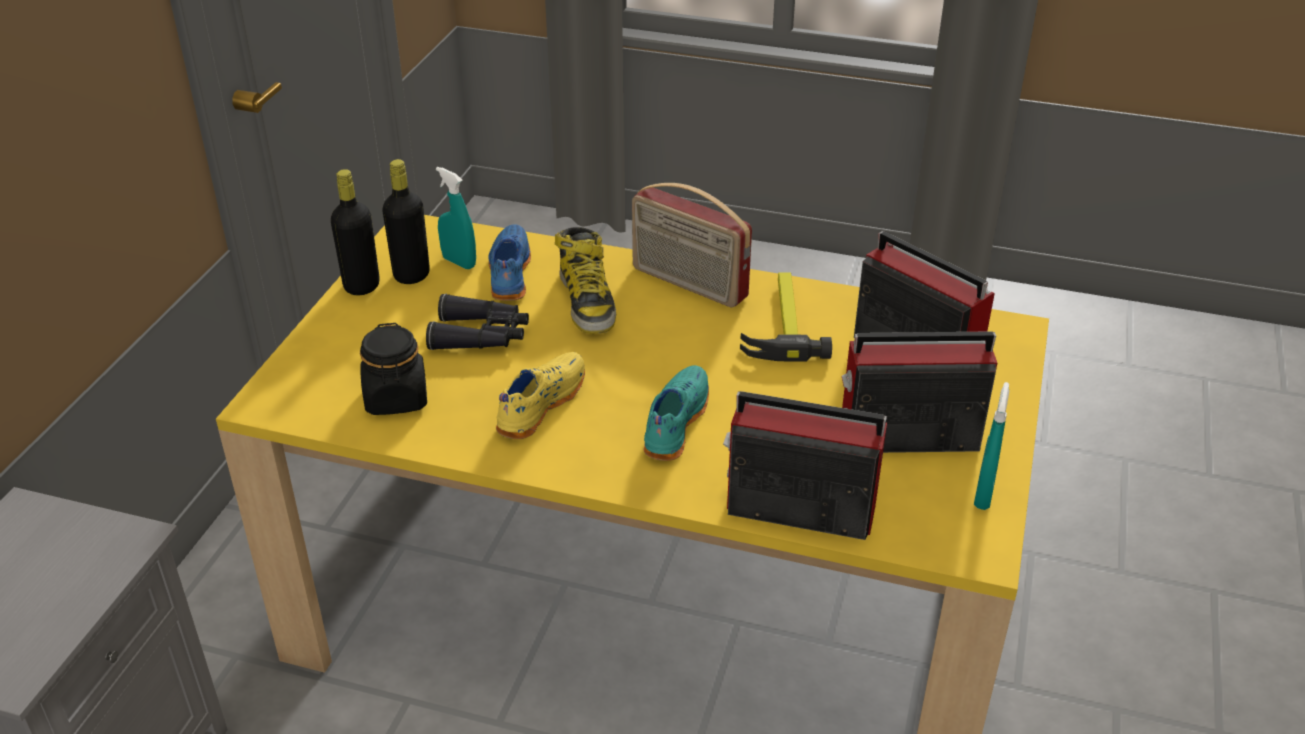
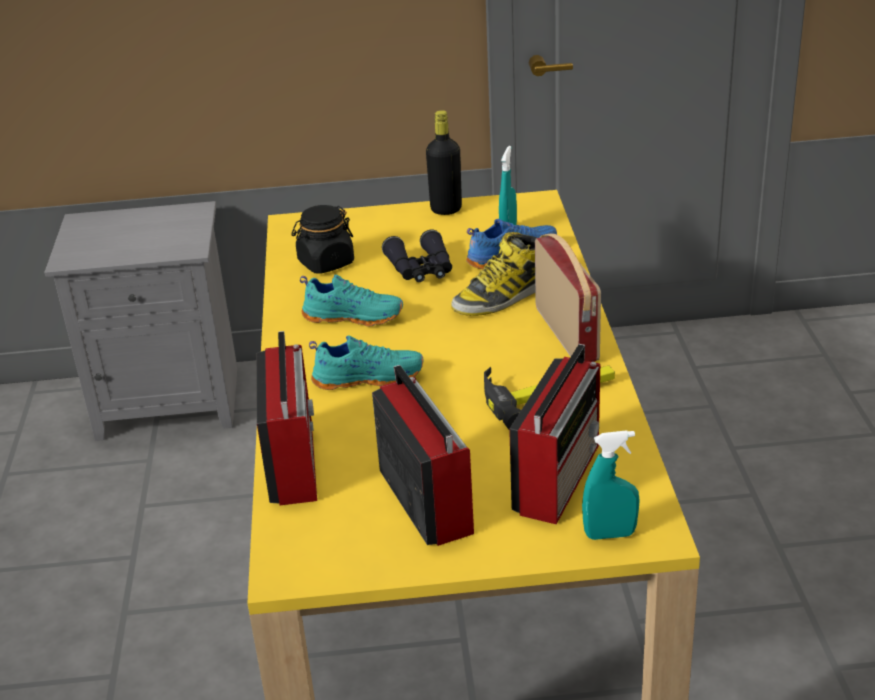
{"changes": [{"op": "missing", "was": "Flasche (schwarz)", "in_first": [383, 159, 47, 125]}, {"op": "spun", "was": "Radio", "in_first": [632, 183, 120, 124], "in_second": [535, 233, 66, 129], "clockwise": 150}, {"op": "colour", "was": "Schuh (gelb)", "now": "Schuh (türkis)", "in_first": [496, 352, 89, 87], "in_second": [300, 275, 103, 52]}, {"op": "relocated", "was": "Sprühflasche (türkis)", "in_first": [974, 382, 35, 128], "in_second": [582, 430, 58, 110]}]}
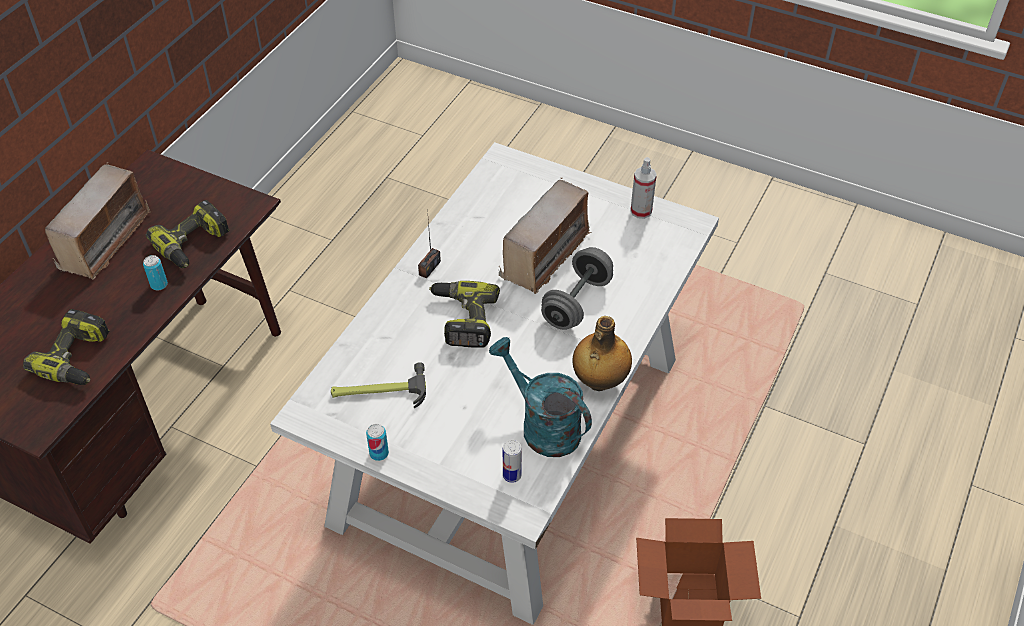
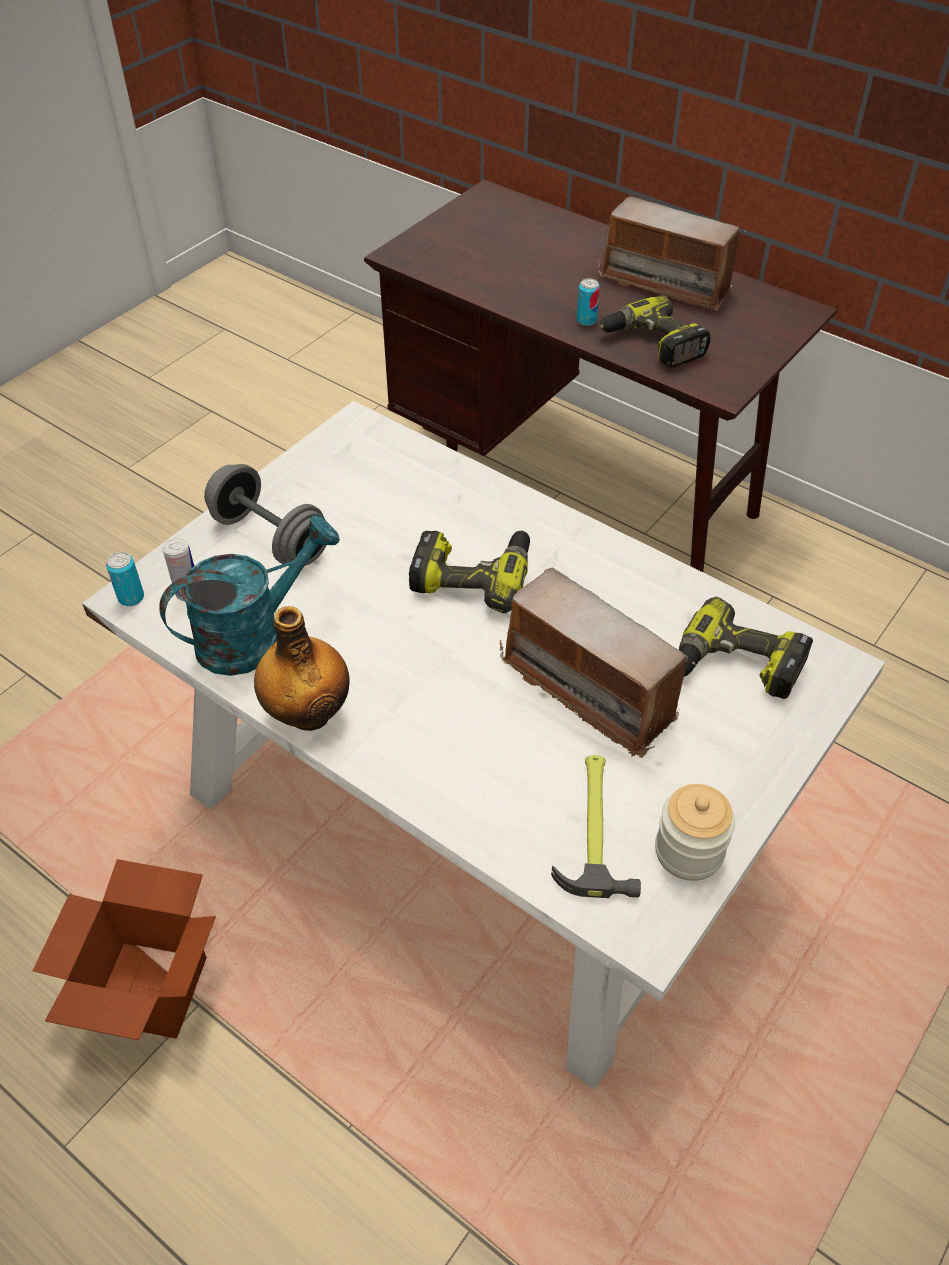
{"changes": [{"op": "exchanged", "was": "Sprühflasche", "now": "Vorratsglas", "in_first": [630, 157, 27, 62], "in_second": [655, 784, 80, 97]}, {"op": "missing", "was": "Radio", "in_first": [418, 209, 23, 69]}, {"op": "relocated", "was": "Hantel (grau)", "in_first": [541, 247, 72, 83], "in_second": [204, 464, 122, 102]}, {"op": "relocated", "was": "Bohrmaschine", "in_first": [23, 309, 86, 76], "in_second": [679, 597, 134, 102]}, {"op": "relocated", "was": "Hammer", "in_first": [331, 362, 95, 46], "in_second": [551, 755, 90, 143]}, {"op": "relocated", "was": "Dose", "in_first": [366, 424, 23, 37], "in_second": [106, 552, 38, 54]}]}
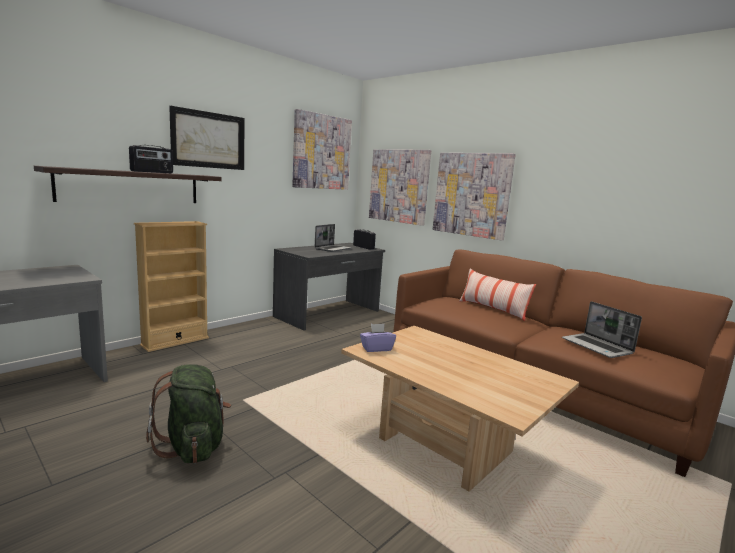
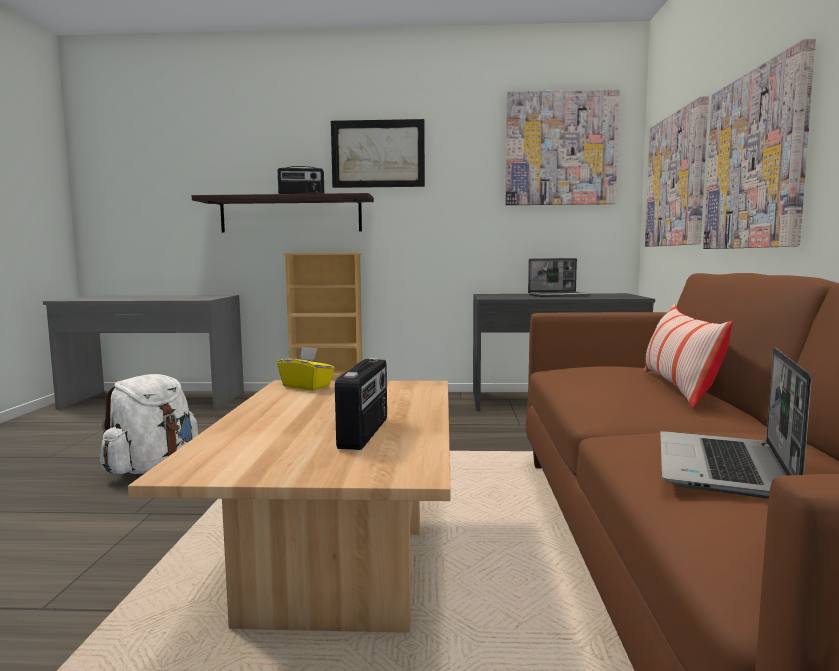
{"changes": [{"op": "relocated", "was": "Radio", "in_first": [353, 229, 23, 21], "in_second": [335, 358, 52, 92]}, {"op": "colour", "was": "Taschentuchbox (lila)", "now": "Taschentuchbox (gelb)", "in_first": [360, 324, 36, 28], "in_second": [277, 347, 58, 44]}, {"op": "colour", "was": "Rucksack (grün)", "now": "Rucksack (weiß)", "in_first": [146, 364, 85, 99], "in_second": [100, 374, 98, 100]}]}
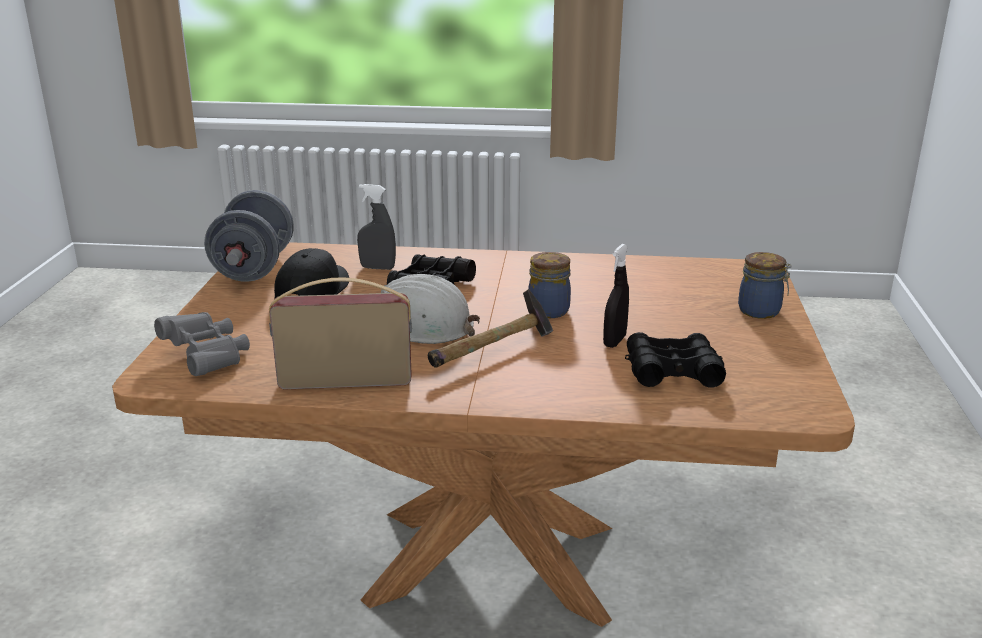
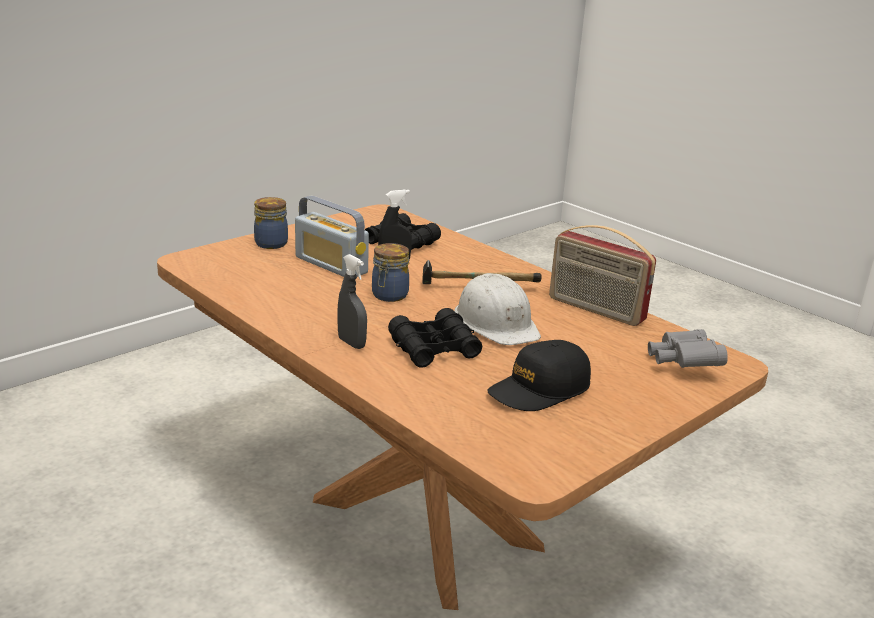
{"changes": [{"op": "relocated", "was": "Sprühflasche (grau)", "in_first": [357, 184, 39, 86], "in_second": [337, 254, 30, 95]}, {"op": "missing", "was": "Hantel (grau)", "in_first": [204, 190, 90, 92]}, {"op": "appeared", "now": "Radio", "in_second": [295, 196, 74, 81]}]}
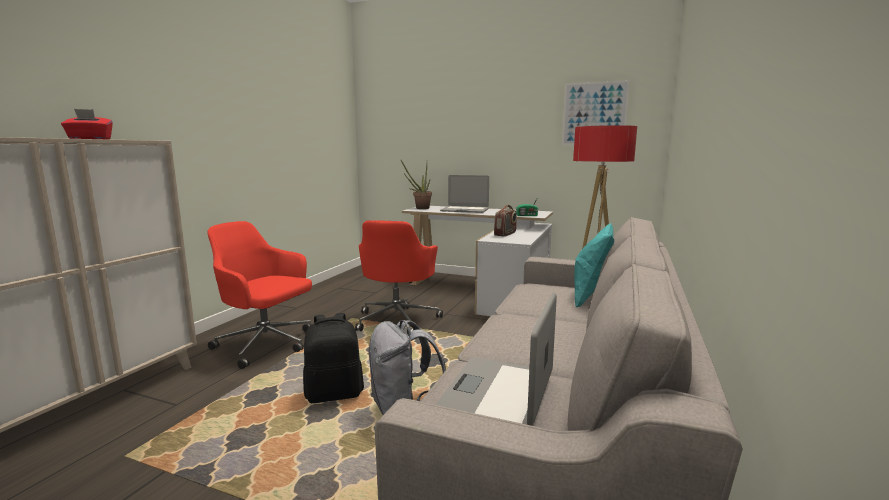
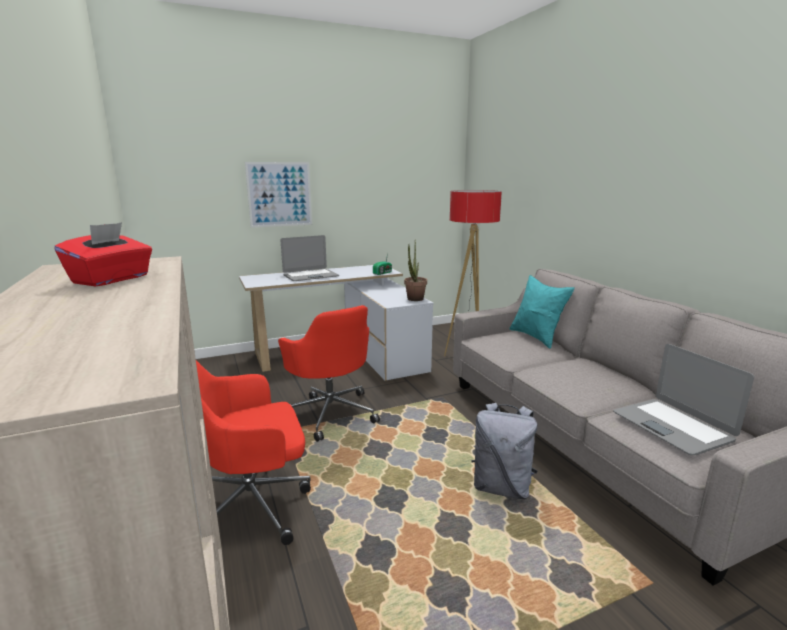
{"changes": [{"op": "relocated", "was": "Bild", "in_first": [562, 80, 68, 65], "in_second": [245, 162, 67, 66]}, {"op": "relocated", "was": "Topfpflanze", "in_first": [401, 160, 31, 49], "in_second": [404, 242, 23, 59]}, {"op": "missing", "was": "Radio", "in_first": [494, 205, 23, 31]}, {"op": "missing", "was": "Rucksack (schwarz)", "in_first": [303, 313, 61, 90]}]}
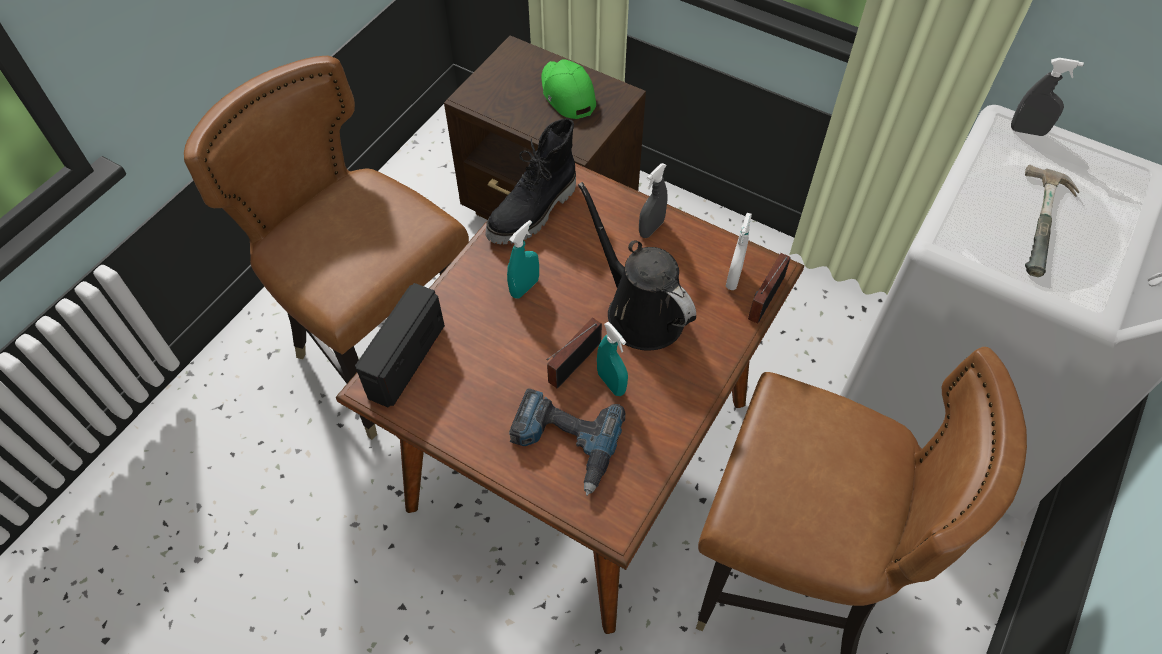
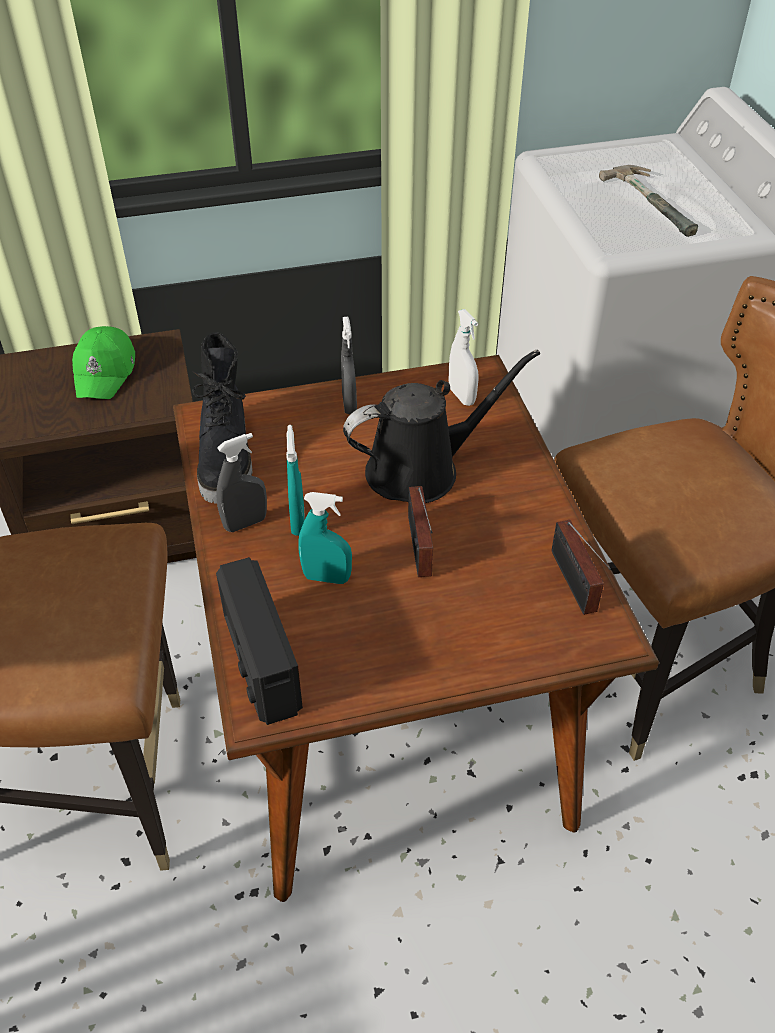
{"changes": [{"op": "relocated", "was": "Sprühflasche (grau)", "in_first": [1011, 58, 73, 78], "in_second": [216, 433, 51, 99]}, {"op": "spun", "was": "Kappe (grün)", "in_first": [541, 60, 55, 59], "in_second": [72, 326, 63, 73], "clockwise": -105}, {"op": "spun", "was": "Gießkanne (schwarz)", "in_first": [578, 182, 118, 169], "in_second": [343, 349, 197, 154], "clockwise": 150}, {"op": "relocated", "was": "Radio", "in_first": [748, 253, 43, 71], "in_second": [552, 520, 59, 95]}, {"op": "relocated", "was": "Sprühflasche (türkis)", "in_first": [597, 322, 31, 74], "in_second": [298, 492, 54, 92]}, {"op": "missing", "was": "Bohrmaschine", "in_first": [509, 388, 117, 108]}]}
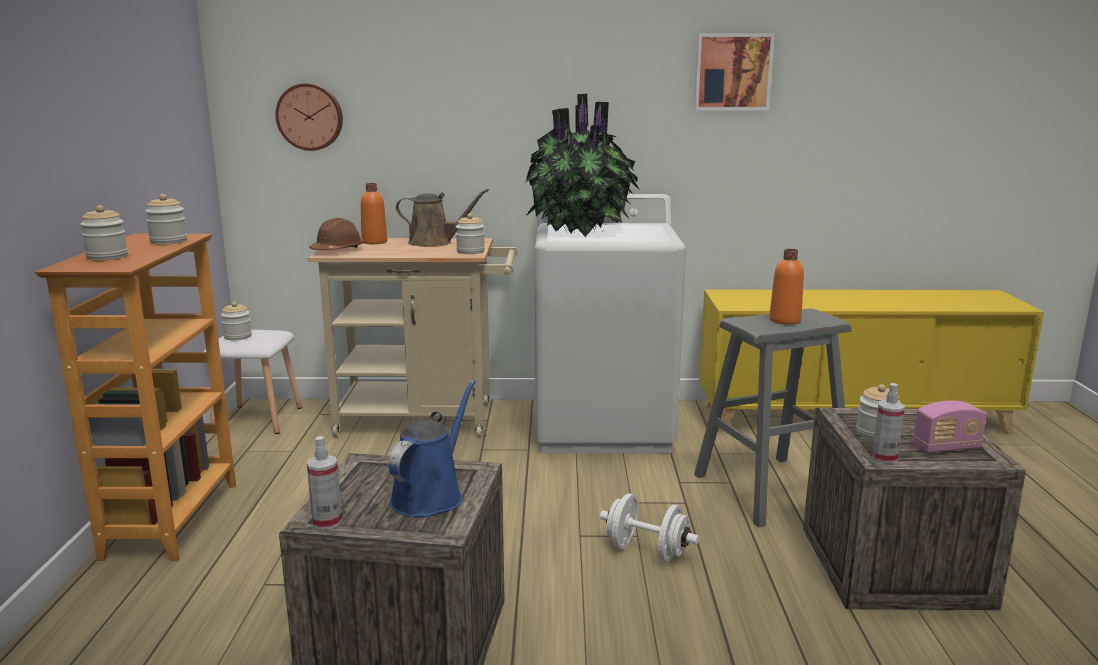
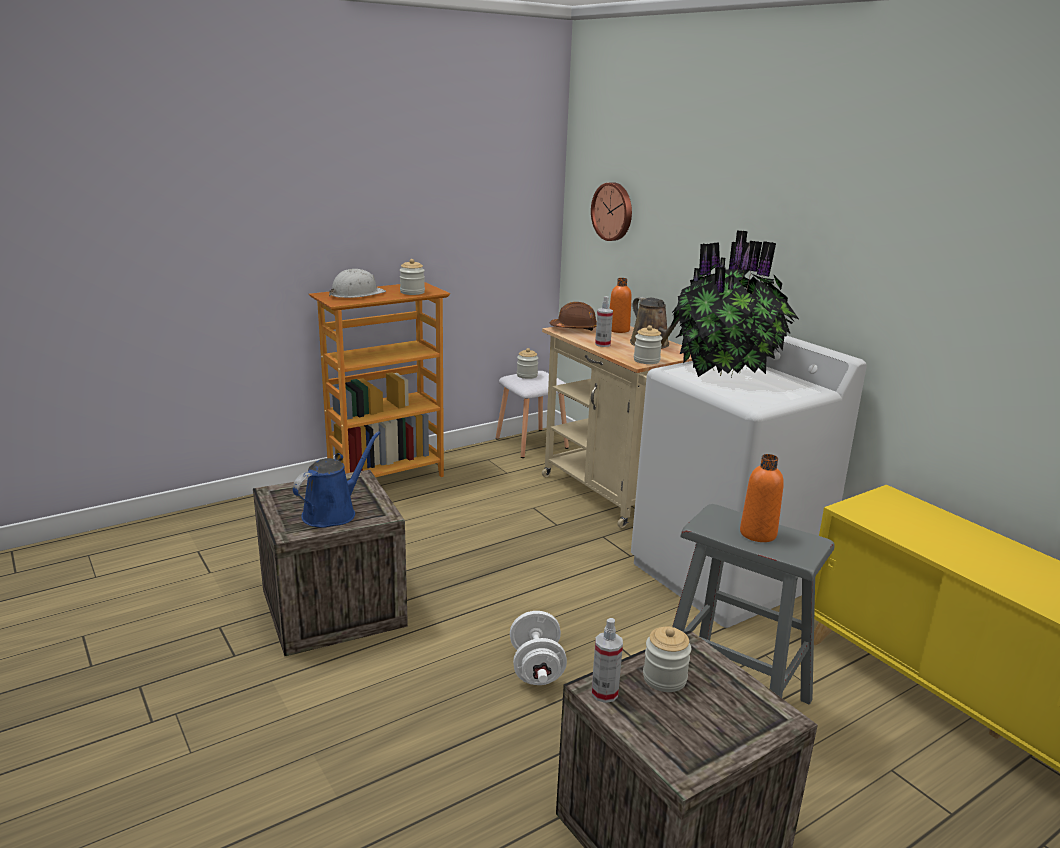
{"changes": [{"op": "missing", "was": "Bild", "in_first": [694, 33, 81, 78]}, {"op": "exchanged", "was": "Vorratsglas", "now": "Schutzhelm (weiß)", "in_first": [80, 205, 48, 56], "in_second": [329, 269, 57, 29]}, {"op": "spun", "was": "Gießkanne (blau)", "in_first": [388, 380, 88, 137], "in_second": [293, 431, 87, 97], "clockwise": -45}, {"op": "missing", "was": "Radio", "in_first": [913, 400, 74, 53]}, {"op": "relocated", "was": "Sprühflasche", "in_first": [307, 436, 35, 94], "in_second": [595, 296, 18, 51]}]}
